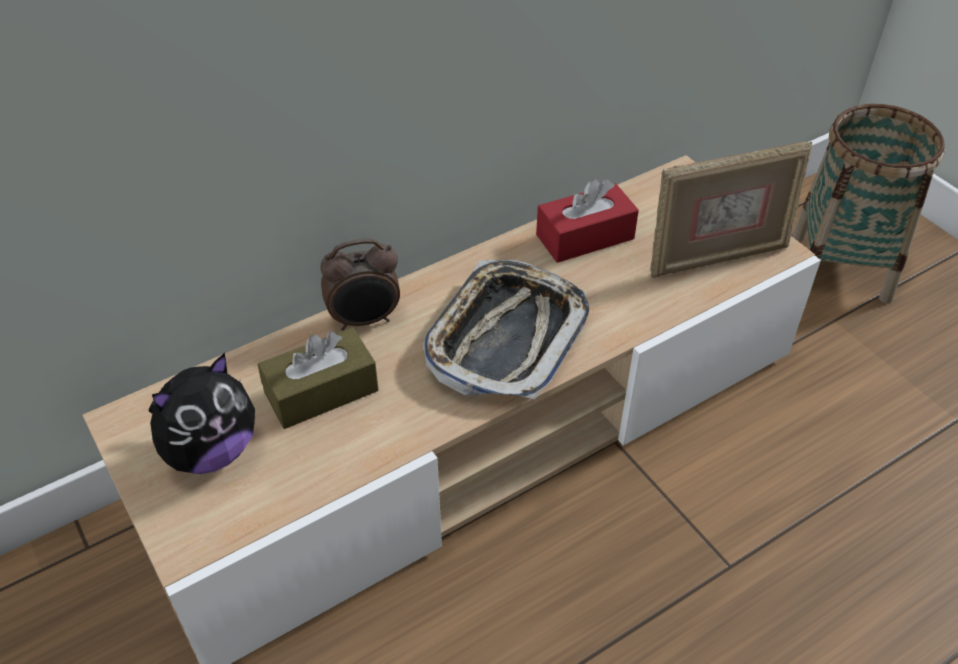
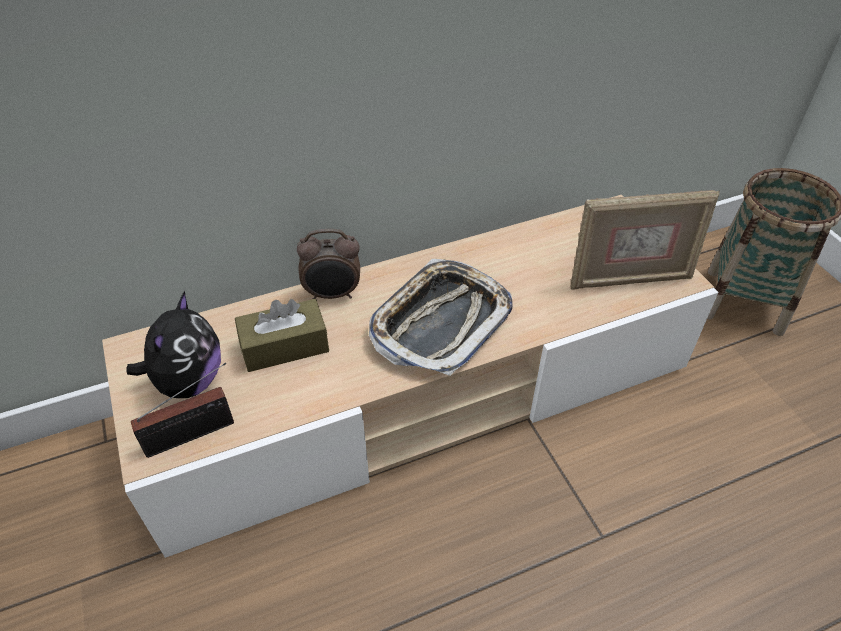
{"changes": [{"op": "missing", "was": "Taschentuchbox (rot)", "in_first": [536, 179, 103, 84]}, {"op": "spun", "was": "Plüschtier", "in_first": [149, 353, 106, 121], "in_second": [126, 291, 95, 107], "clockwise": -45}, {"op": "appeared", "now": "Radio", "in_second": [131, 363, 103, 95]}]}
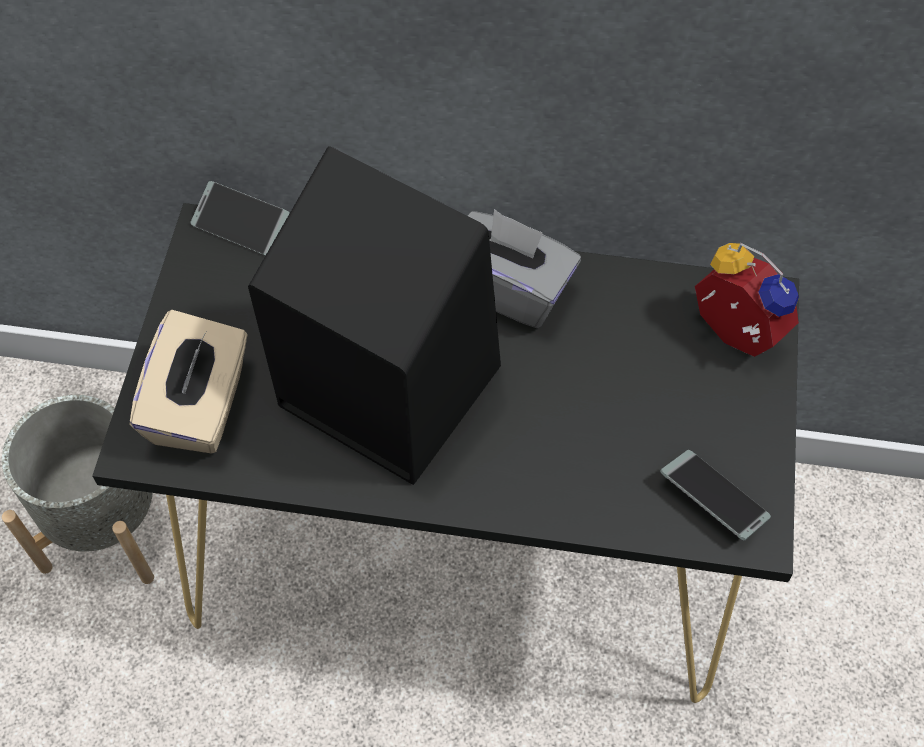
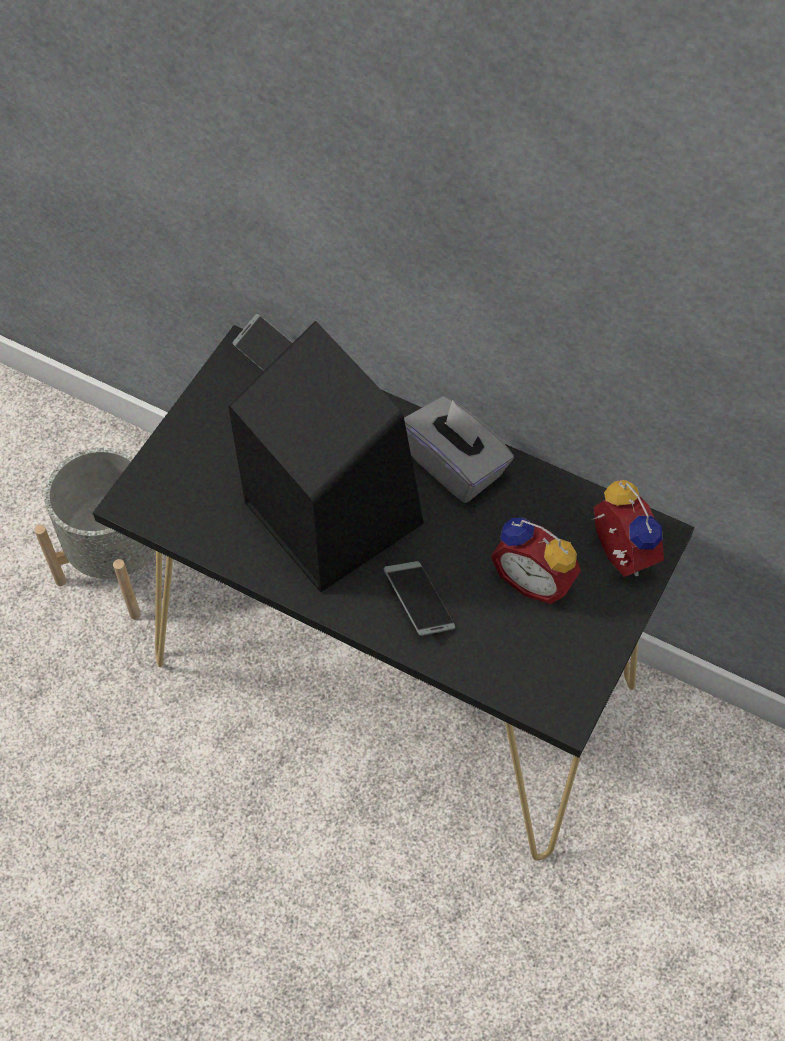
{"changes": [{"op": "missing", "was": "Taschentuchbox (beige)", "in_first": [130, 310, 117, 144]}, {"op": "relocated", "was": "Handy", "in_first": [660, 450, 111, 90], "in_second": [384, 561, 71, 75]}, {"op": "appeared", "now": "Wecker", "in_second": [491, 517, 90, 87]}]}
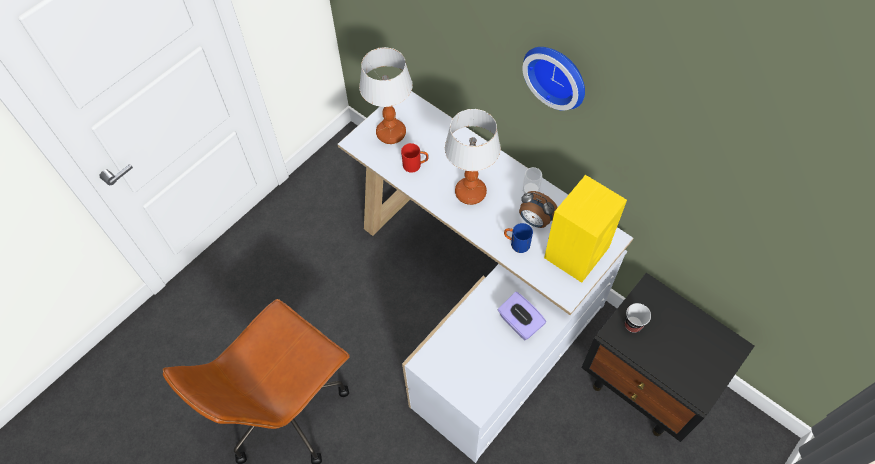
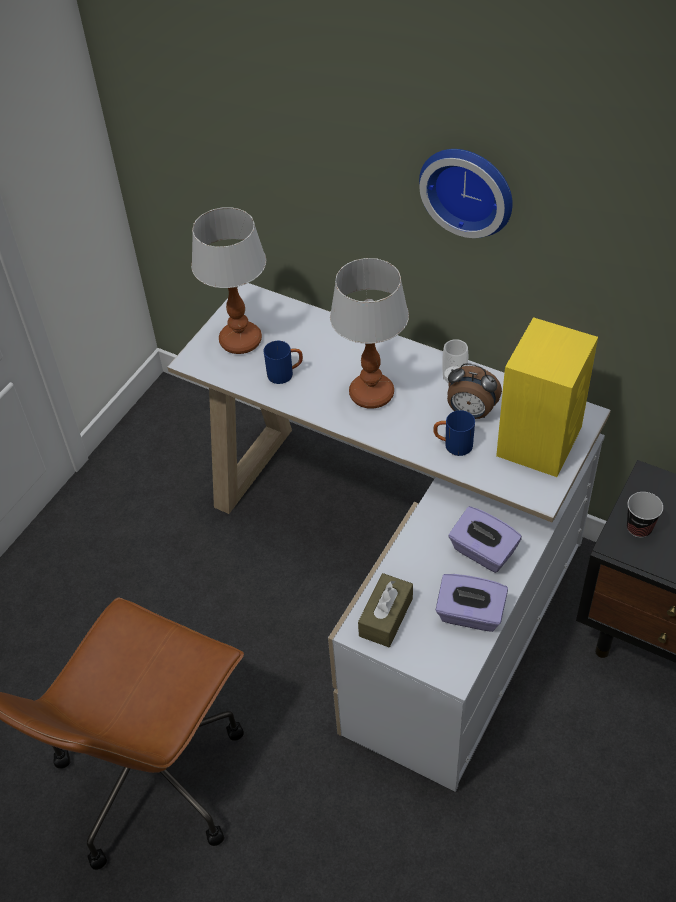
{"changes": [{"op": "colour", "was": "Henkelbecher (rot)", "now": "Henkelbecher (blau)", "in_first": [401, 143, 28, 30], "in_second": [264, 341, 39, 43]}, {"op": "appeared", "now": "Taschentuchbox (braun)", "in_second": [358, 573, 55, 74]}, {"op": "appeared", "now": "Taschentuchbox (lila)", "in_second": [436, 574, 72, 58]}]}
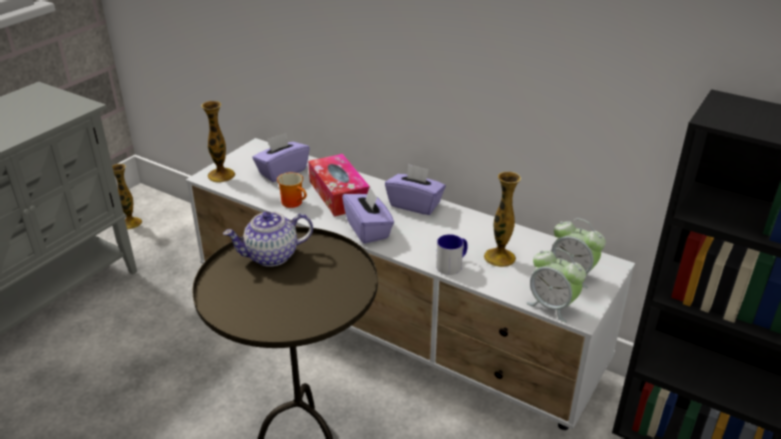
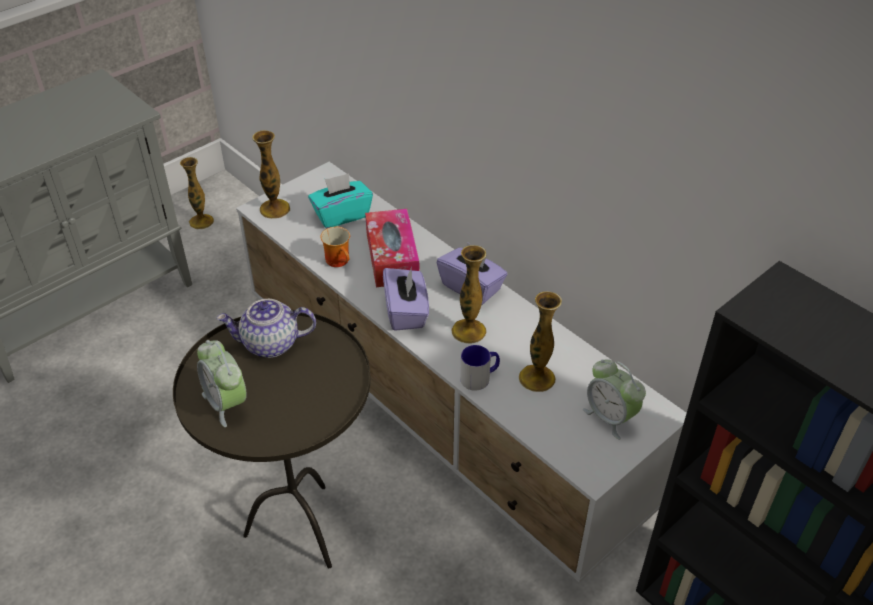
{"changes": [{"op": "colour", "was": "Taschentuchbox (lila)", "now": "Taschentuchbox (türkis)", "in_first": [252, 133, 58, 49], "in_second": [308, 173, 65, 55]}, {"op": "relocated", "was": "Wecker", "in_first": [526, 248, 60, 75], "in_second": [197, 340, 50, 87]}, {"op": "appeared", "now": "Vase", "in_second": [451, 245, 35, 99]}]}
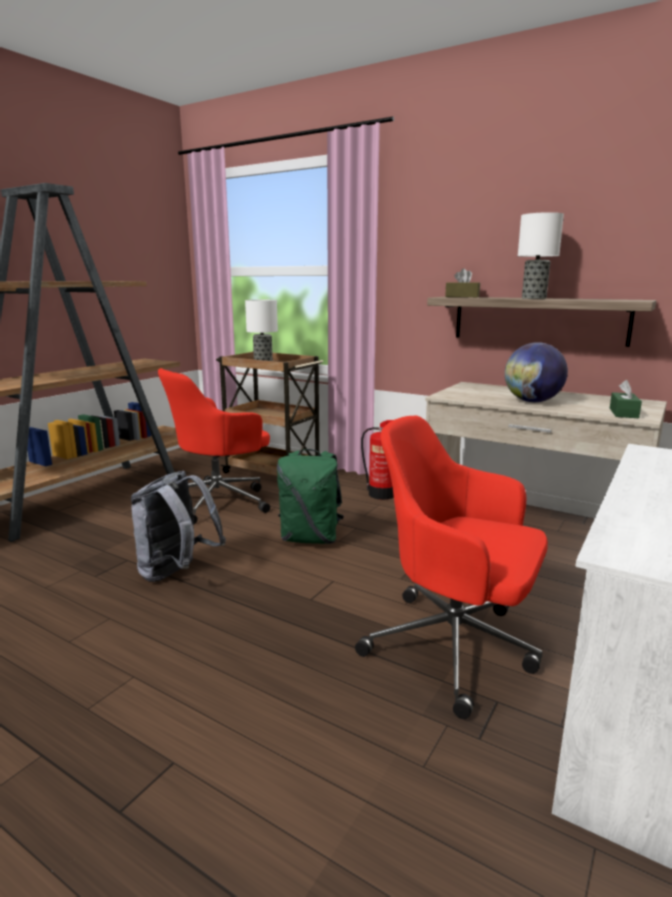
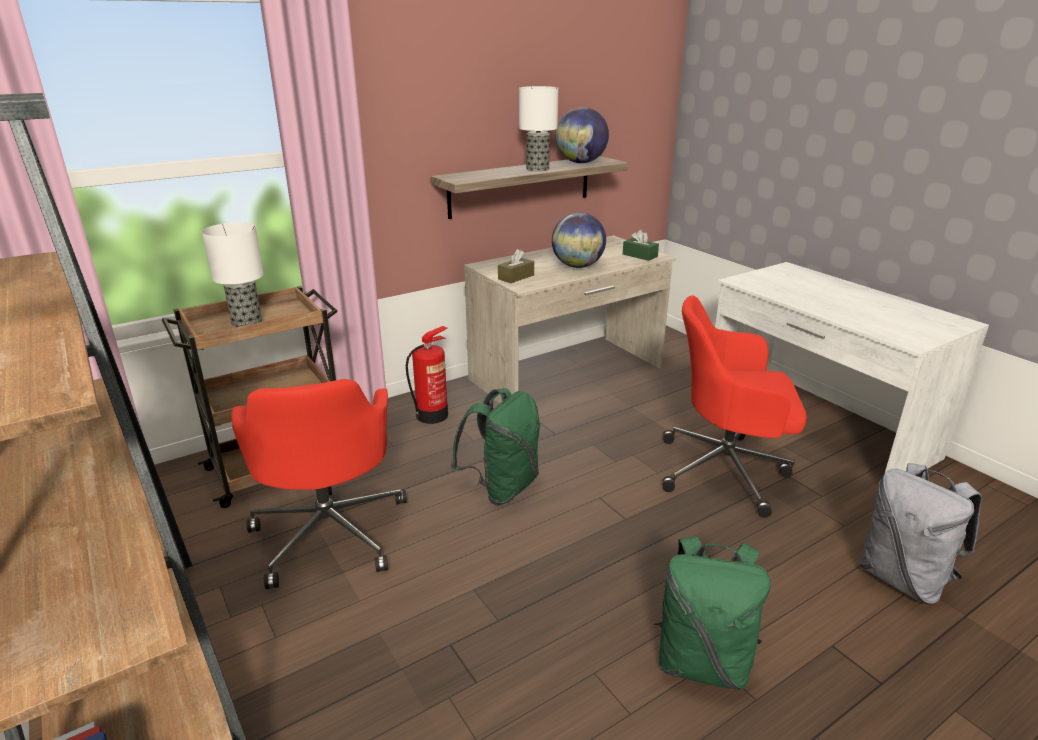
{"changes": [{"op": "relocated", "was": "Taschentuchbox (braun)", "in_first": [445, 269, 35, 28], "in_second": [498, 249, 36, 34]}, {"op": "spun", "was": "Bürostuhl (rot)", "in_first": [355, 416, 193, 303], "in_second": [662, 295, 145, 223], "clockwise": 45}, {"op": "relocated", "was": "Rucksack (grau)", "in_first": [131, 471, 95, 111], "in_second": [860, 463, 122, 142]}, {"op": "appeared", "now": "Globus", "in_second": [556, 107, 53, 56]}, {"op": "appeared", "now": "Rucksack (grün)", "in_second": [654, 536, 117, 154]}]}
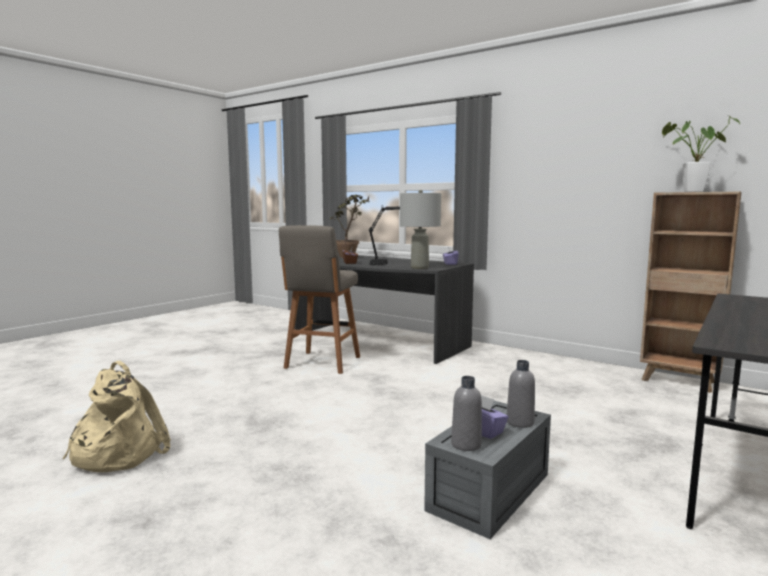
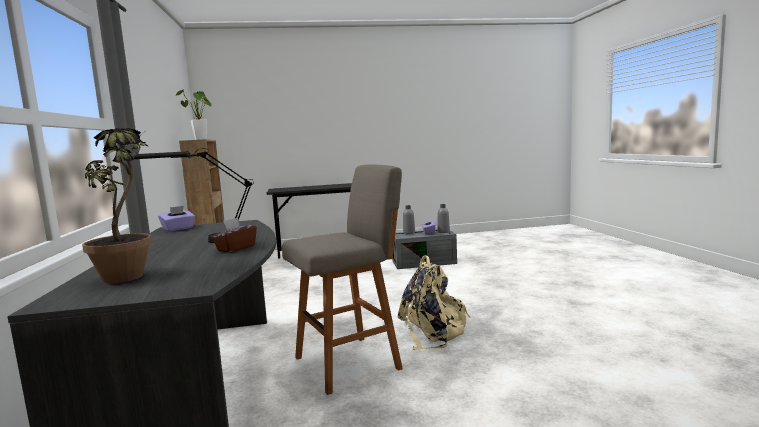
{"changes": [{"op": "missing", "was": "Tischlampe (grau)", "in_first": [400, 190, 41, 79]}, {"op": "relocated", "was": "Rucksack (beige)", "in_first": [62, 361, 109, 111], "in_second": [398, 255, 73, 95]}]}
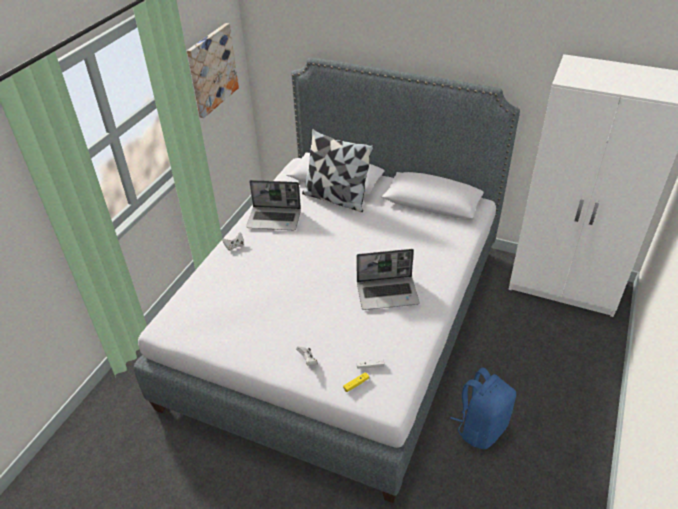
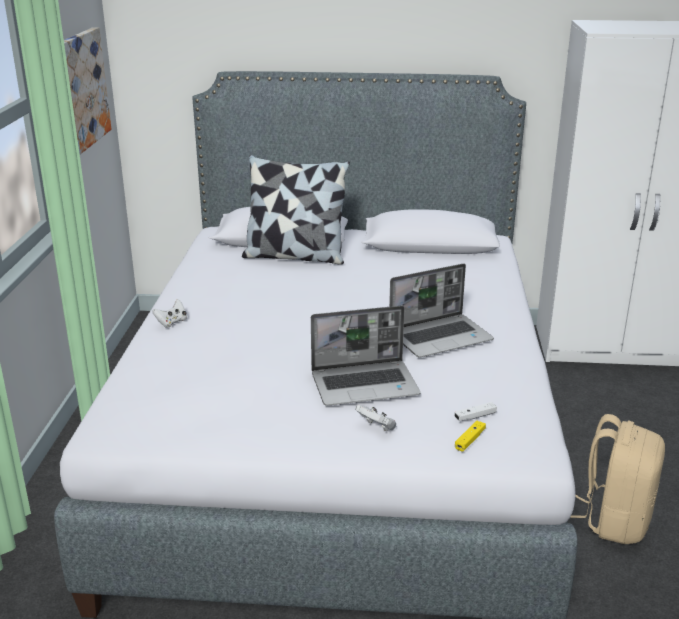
{"changes": [{"op": "relocated", "was": "Laptop", "in_first": [246, 180, 55, 50], "in_second": [311, 306, 110, 100]}, {"op": "colour", "was": "Rucksack (blau)", "now": "Rucksack (beige)", "in_first": [450, 367, 66, 82], "in_second": [570, 414, 95, 130]}]}
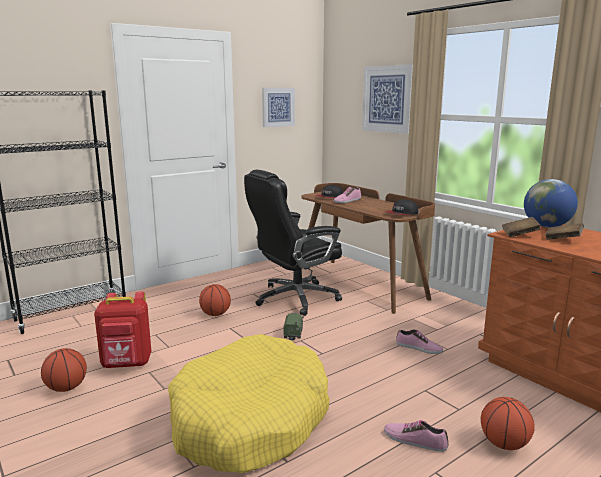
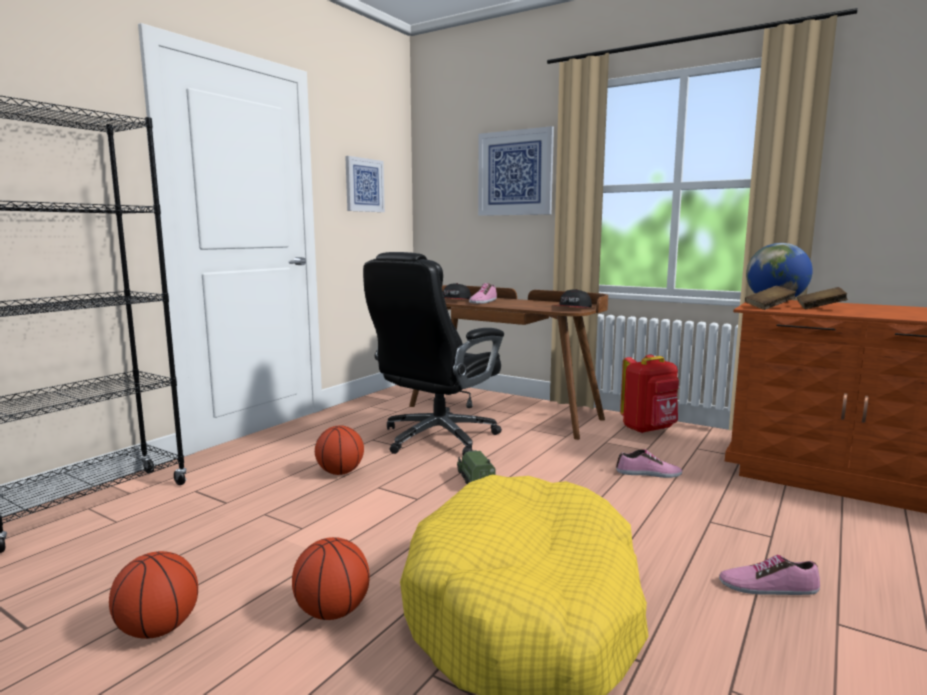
{"changes": [{"op": "relocated", "was": "Rucksack (rot)", "in_first": [94, 291, 57, 77], "in_second": [620, 355, 59, 79]}, {"op": "relocated", "was": "Basketball", "in_first": [481, 397, 54, 53], "in_second": [292, 537, 78, 83]}]}
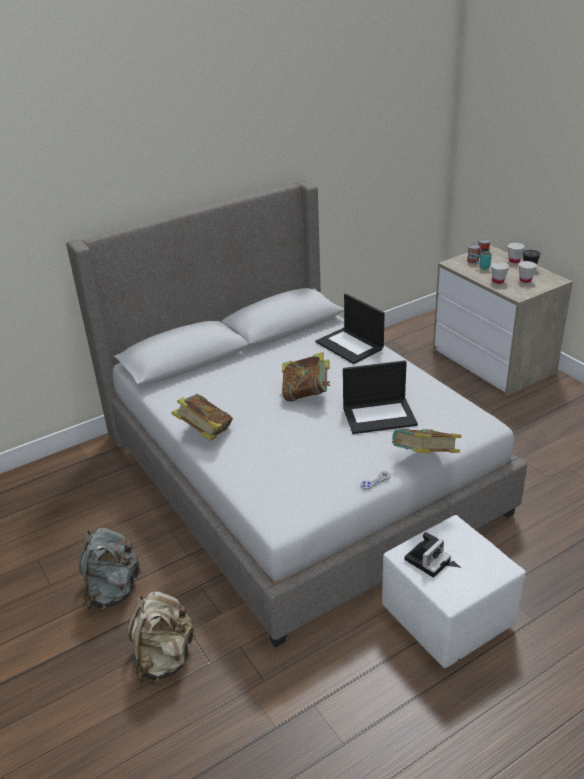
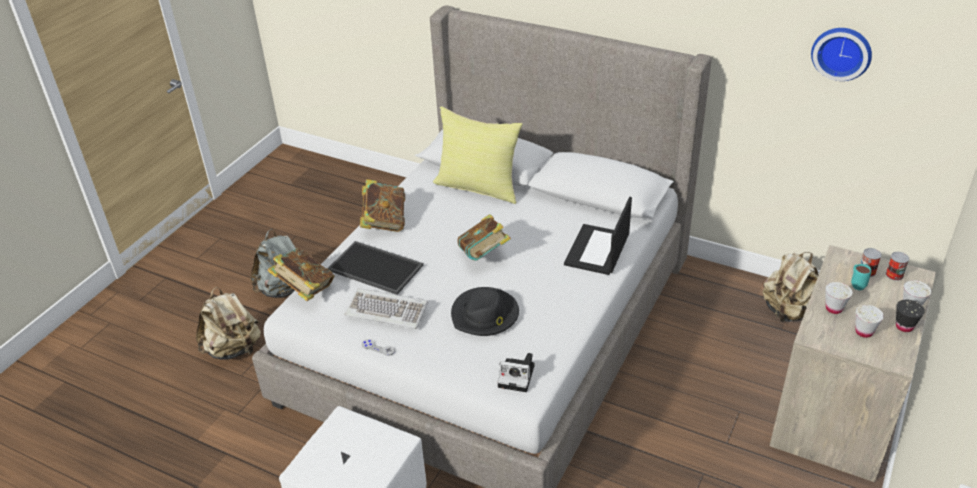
{"changes": [{"op": "exchanged", "was": "Laptop", "now": "Hut (schwarz)", "in_first": [343, 360, 75, 74], "in_second": [451, 287, 68, 49]}, {"op": "relocated", "was": "Buch", "in_first": [392, 429, 70, 24], "in_second": [267, 248, 68, 53]}, {"op": "relocated", "was": "Kamera", "in_first": [404, 532, 47, 46], "in_second": [497, 353, 37, 39]}, {"op": "appeared", "now": "Wanduhr", "in_second": [811, 28, 61, 53]}, {"op": "appeared", "now": "Kissen (gelb)", "in_second": [433, 106, 90, 98]}, {"op": "appeared", "now": "Tablett", "in_second": [327, 241, 96, 54]}, {"op": "appeared", "now": "Rucksack (beige)", "in_second": [763, 252, 56, 71]}, {"op": "appeared", "now": "Tastatur", "in_second": [344, 288, 84, 41]}]}
